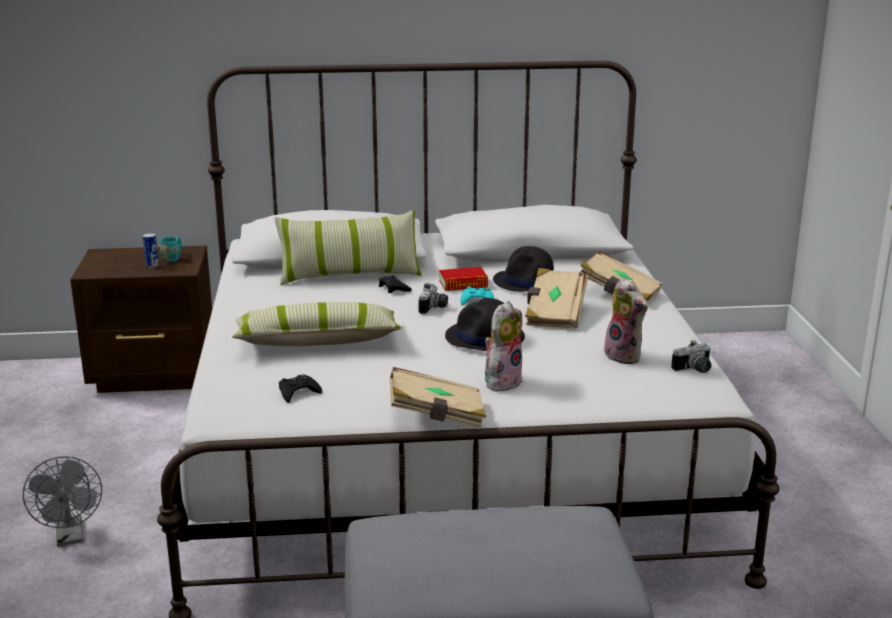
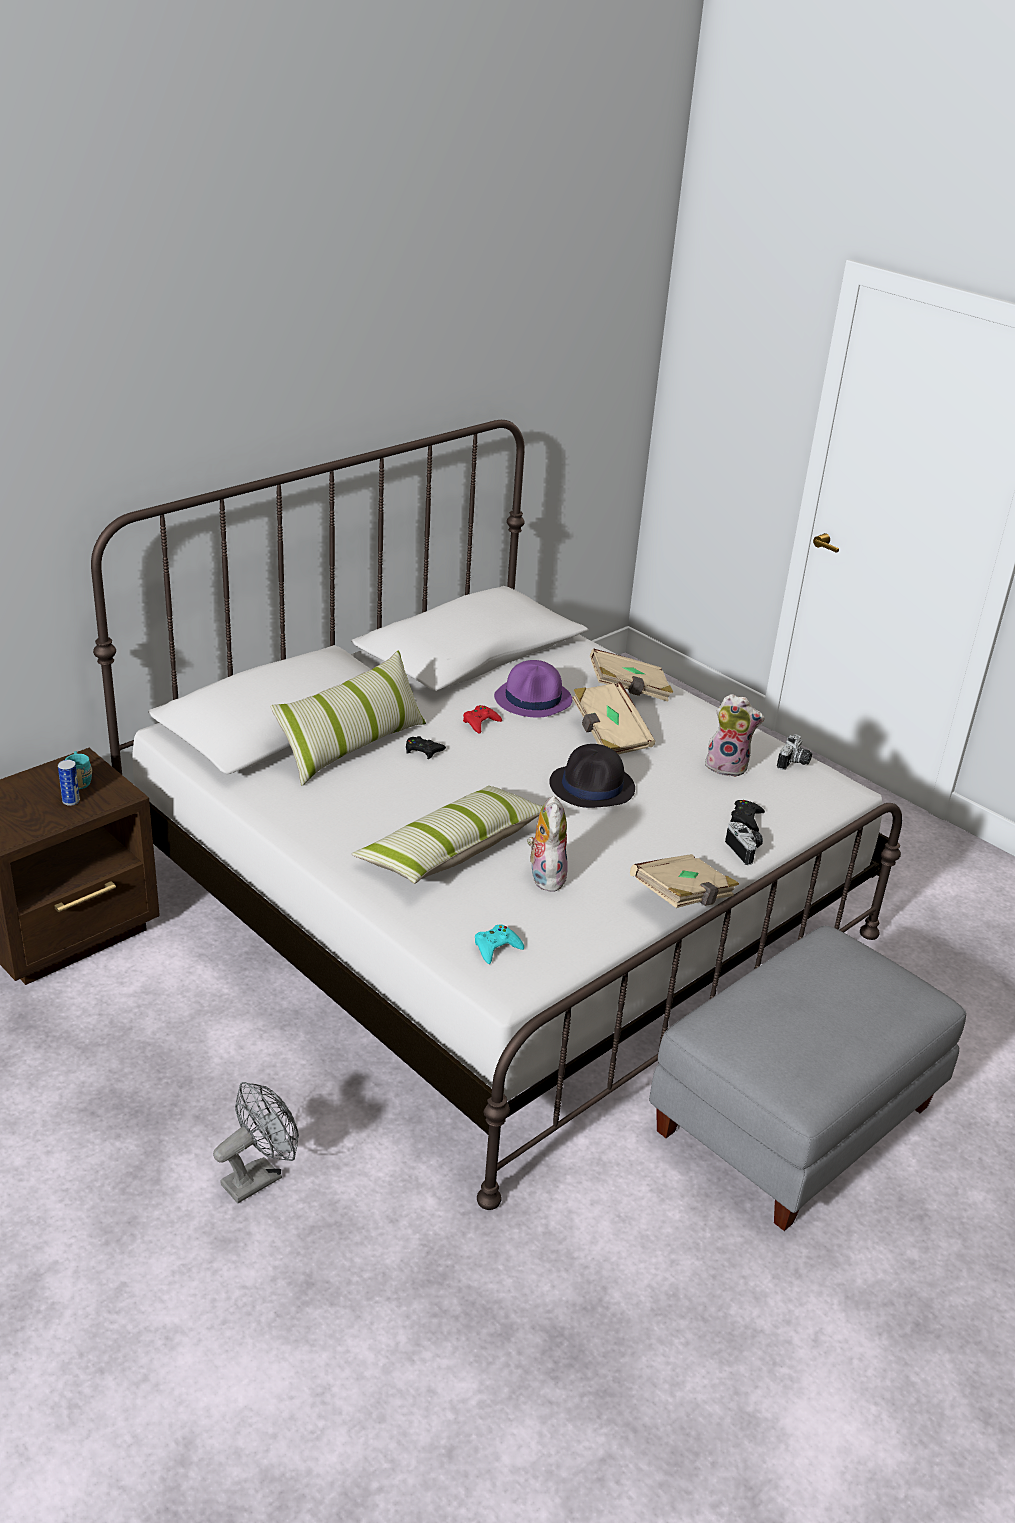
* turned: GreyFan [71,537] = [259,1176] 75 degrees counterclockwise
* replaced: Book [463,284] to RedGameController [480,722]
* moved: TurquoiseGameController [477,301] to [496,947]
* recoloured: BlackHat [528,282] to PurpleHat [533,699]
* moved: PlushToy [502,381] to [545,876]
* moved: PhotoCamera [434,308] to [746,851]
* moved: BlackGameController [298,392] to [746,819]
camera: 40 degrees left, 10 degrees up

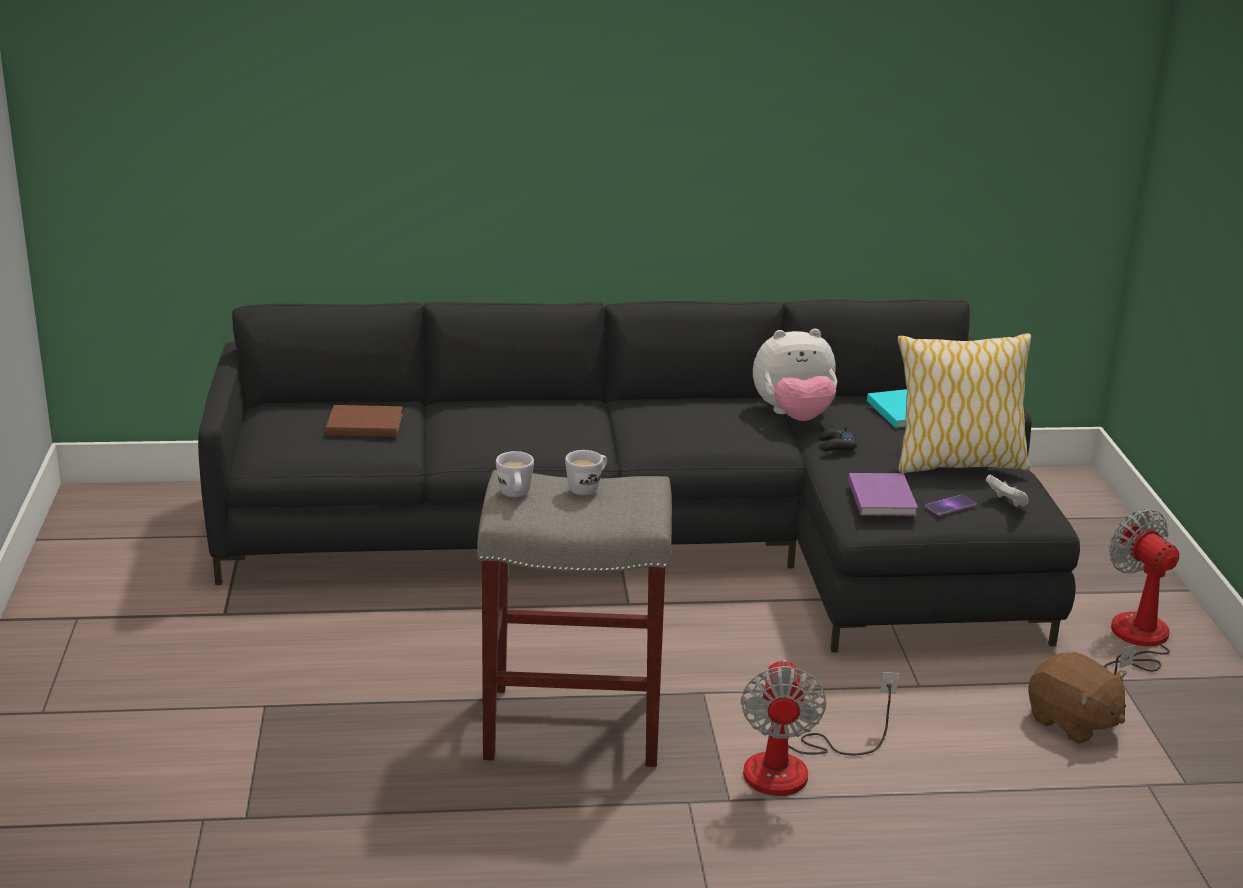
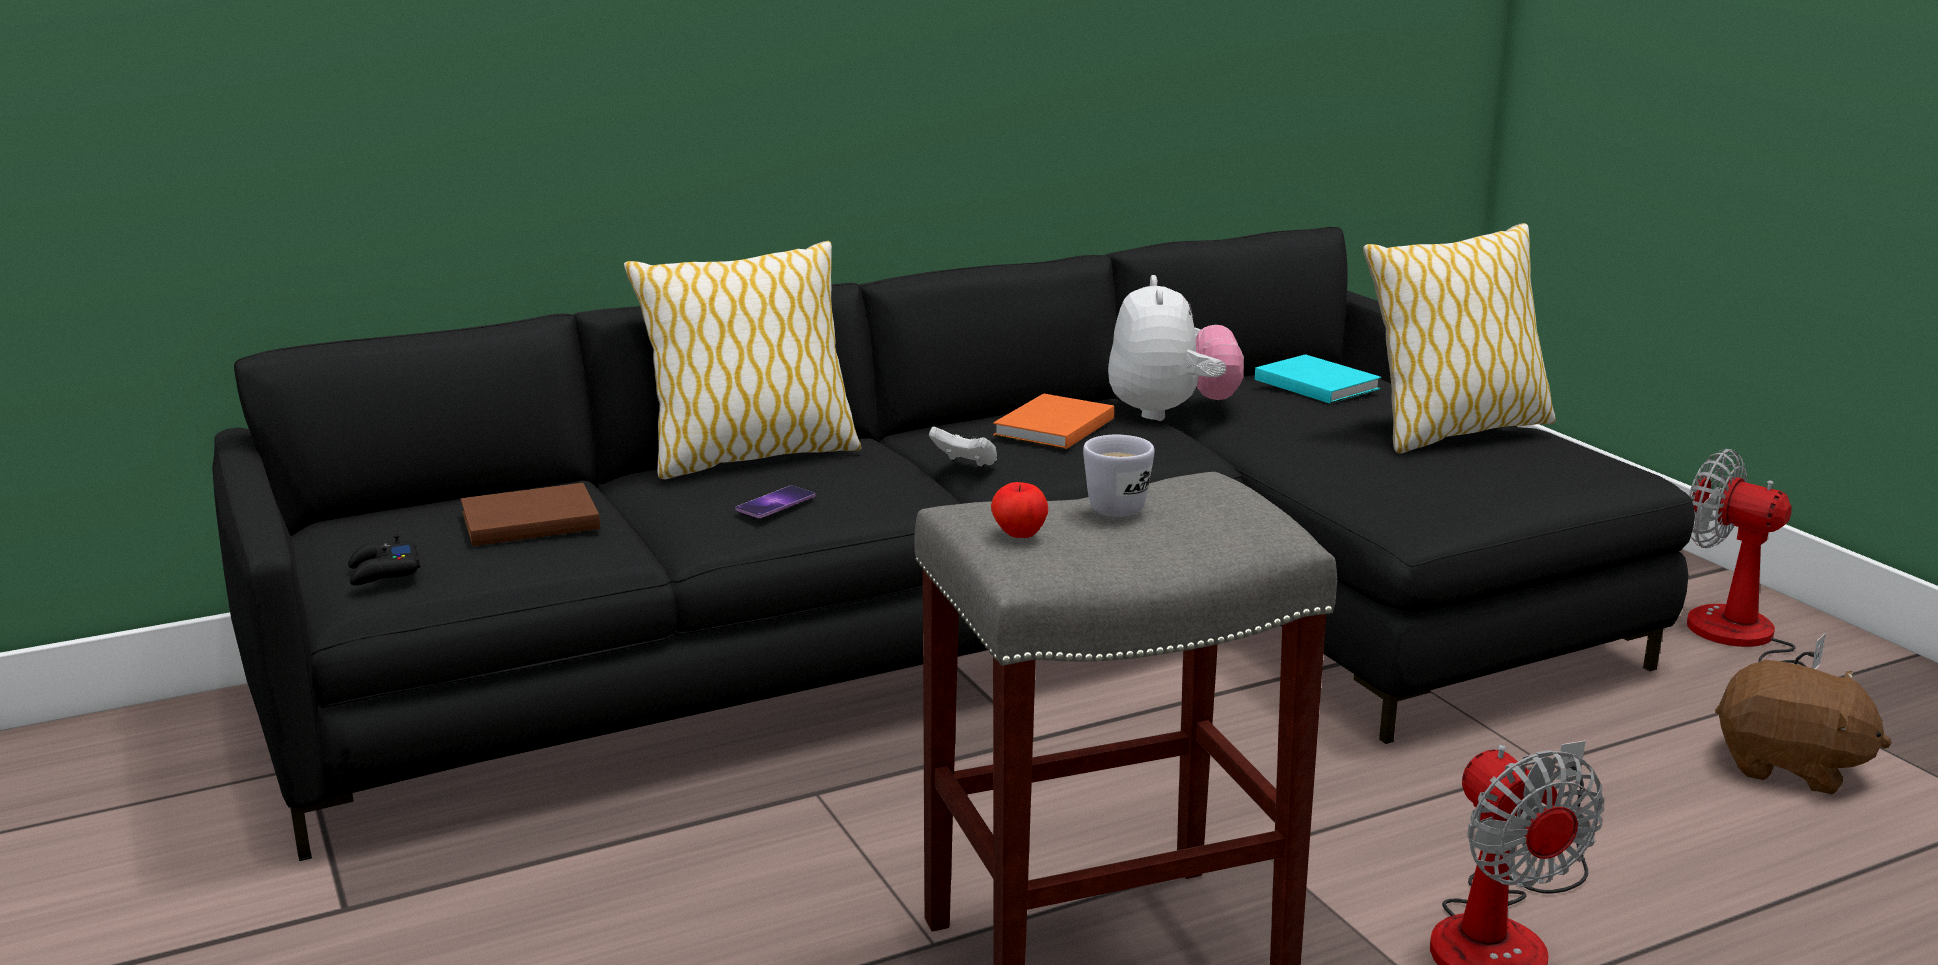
* moved: BlackGameController [836,446] to [383,572]
* added: Pillow [751,457]
* moved: Phone [950,505] to [775,502]
* moved: WhiteGameController [1007,502] to [965,464]
* replaced: WhiteMug [515,495] to Apple [1019,534]
* added: OrangeBook [1051,427]
* turned: PlushToy [794,416] = [1170,413] 60 degrees counterclockwise
* removed: PurpleBook [882,497]
camera: 20 degrees left, 5 degrees down

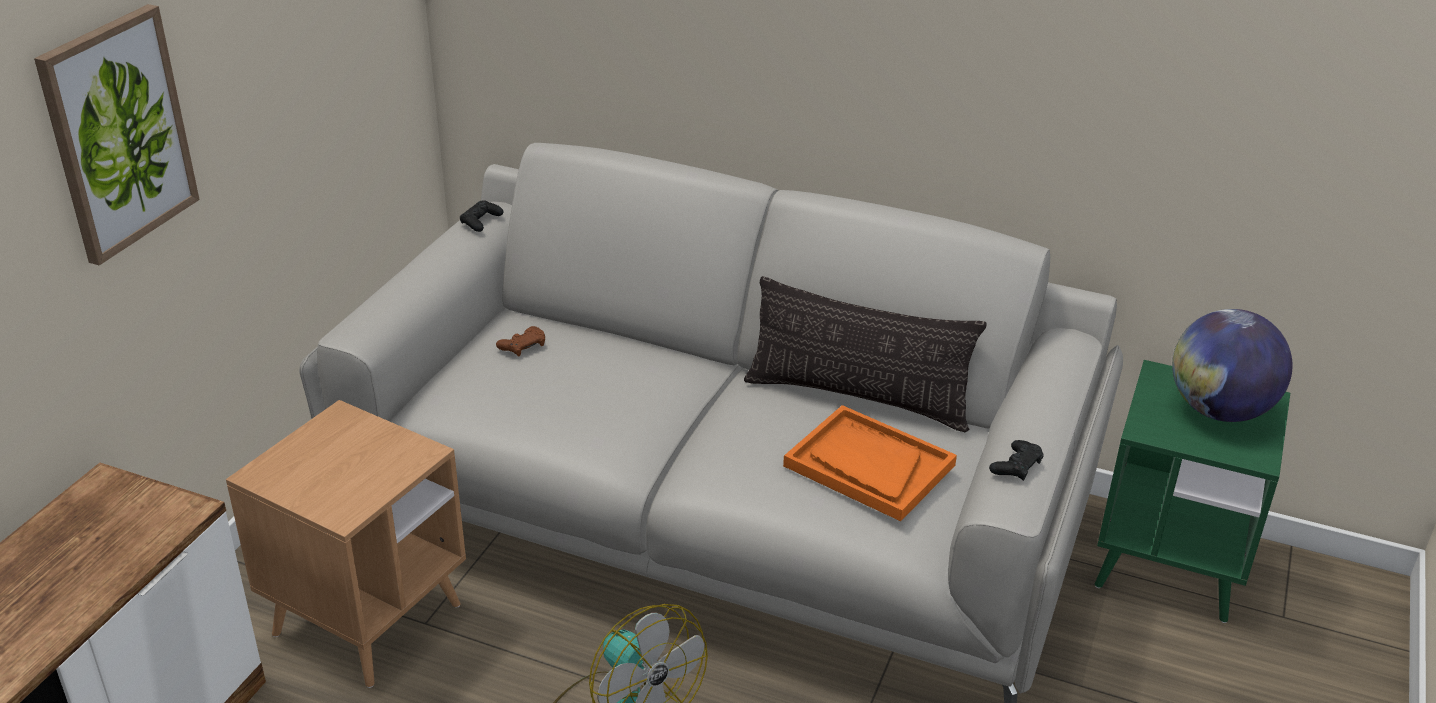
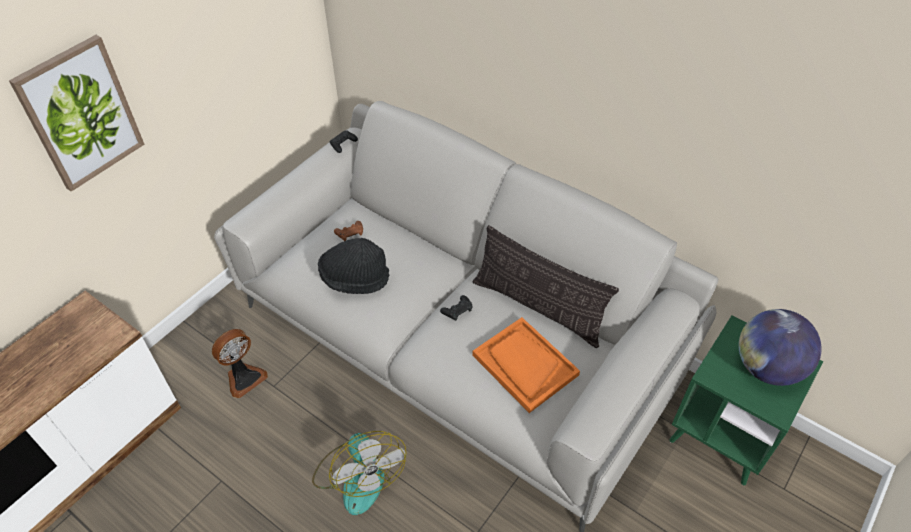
* replaced: BrownSideTable [367,620] to Fan [244,377]
* added: BlackHat [354,279]
* moved: BlackGameController [1016,466] to [457,310]
camera: 15 degrees right, 15 degrees up

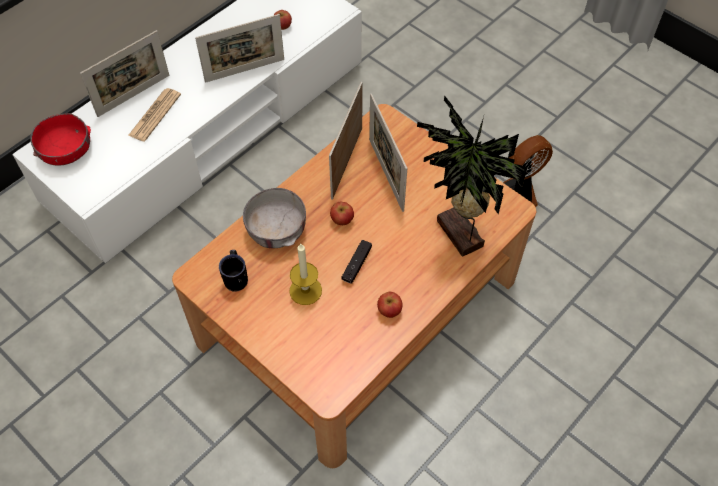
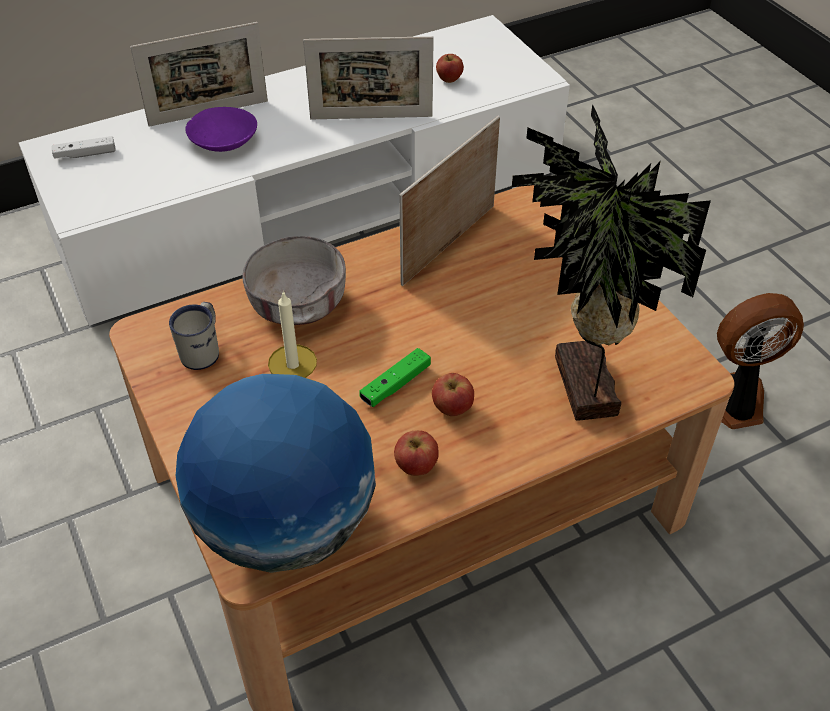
* replaced: RedBowl [65,151] to WhiteGameController [85,154]
* recoloured: BlackMug [236,277] to WhiteMug [203,350]
* added: Globe [286,526]
* replaced: Newspaper [155,115] to PurpleBowl [223,141]
* recoloured: BlackGameController [356,265] to GreenGameController [395,385]
* moved: Apple [342,220] to [452,408]
* removed: PictureFrame [386,174]
camera: 20 degrees right, 10 degrees down

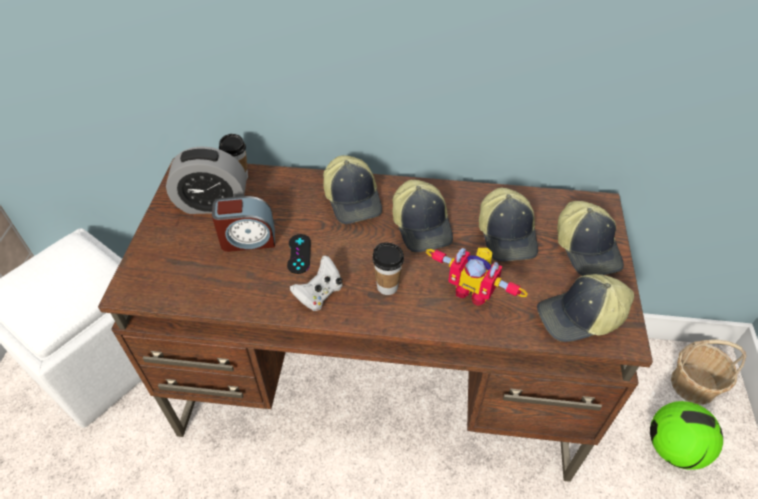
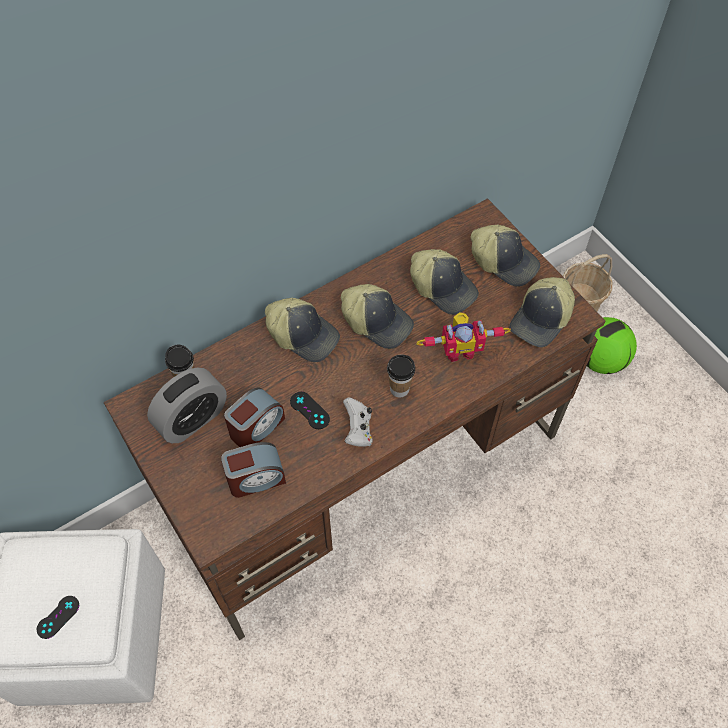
* added: BlackGameController [58,617]
* added: AlarmClock [256,478]
camera: 40 degrees left, 10 degrees up

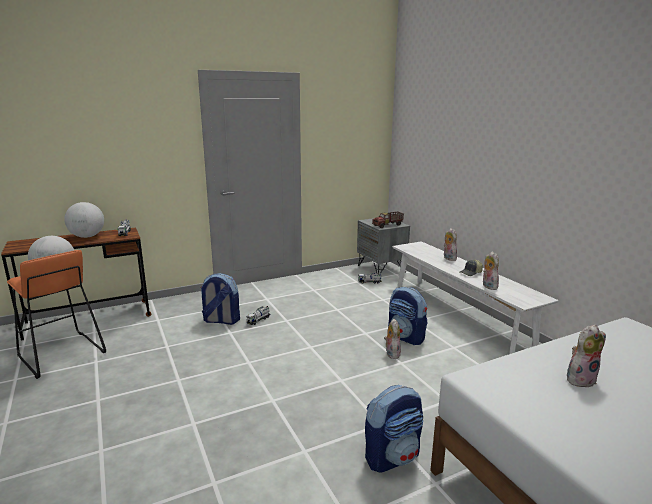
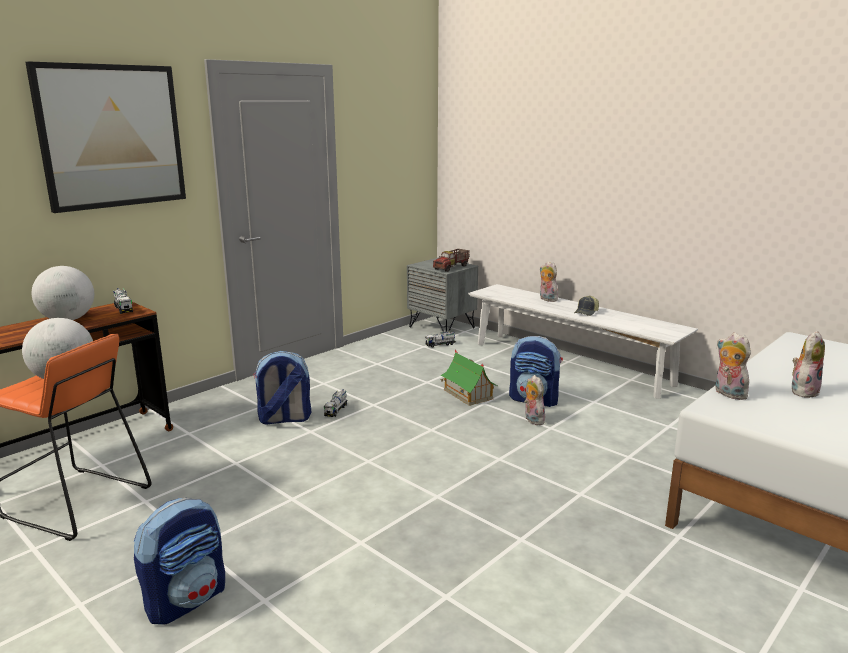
* added: Picture [111,136]
* moved: Backpack [392,456] to [187,599]
* added: ToyHouse [467,394]
* moved: PlushToy [488,286] to [728,394]
camera: 20 degrees left, 0 degrees up

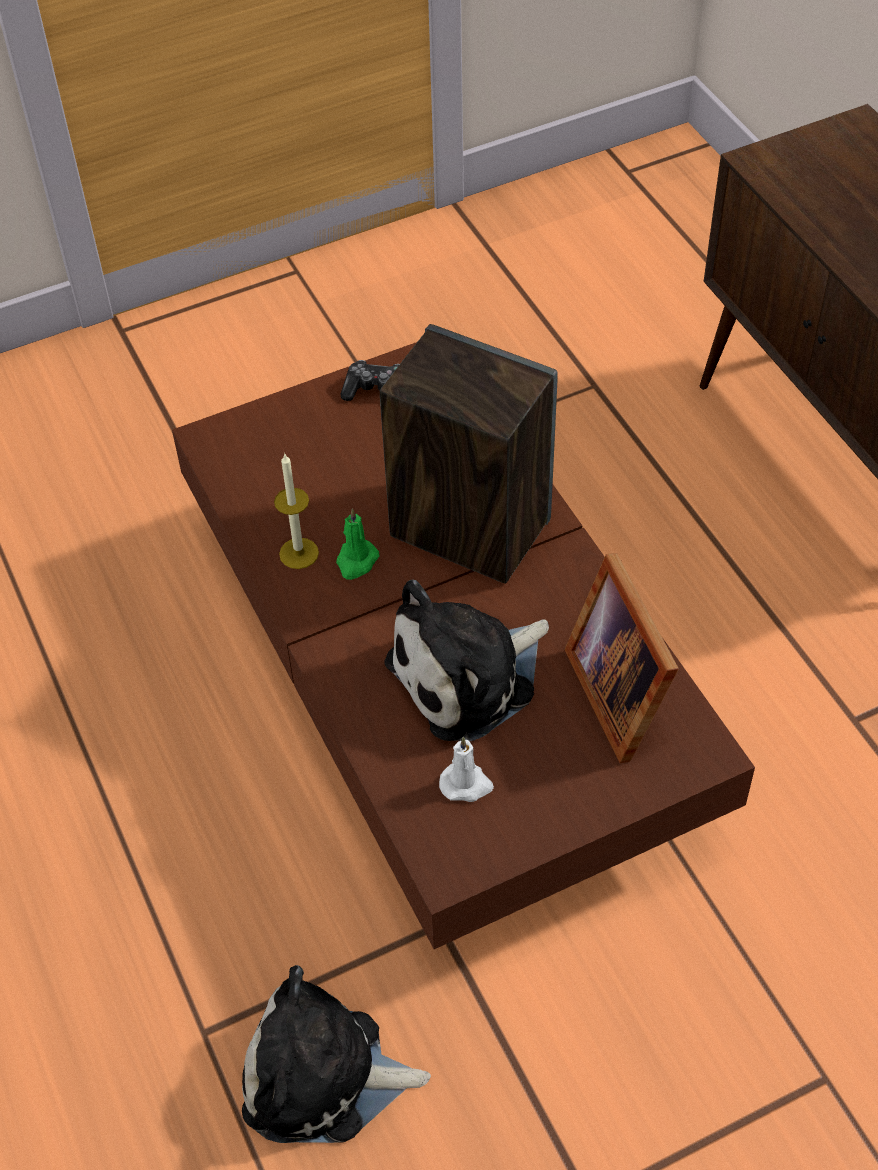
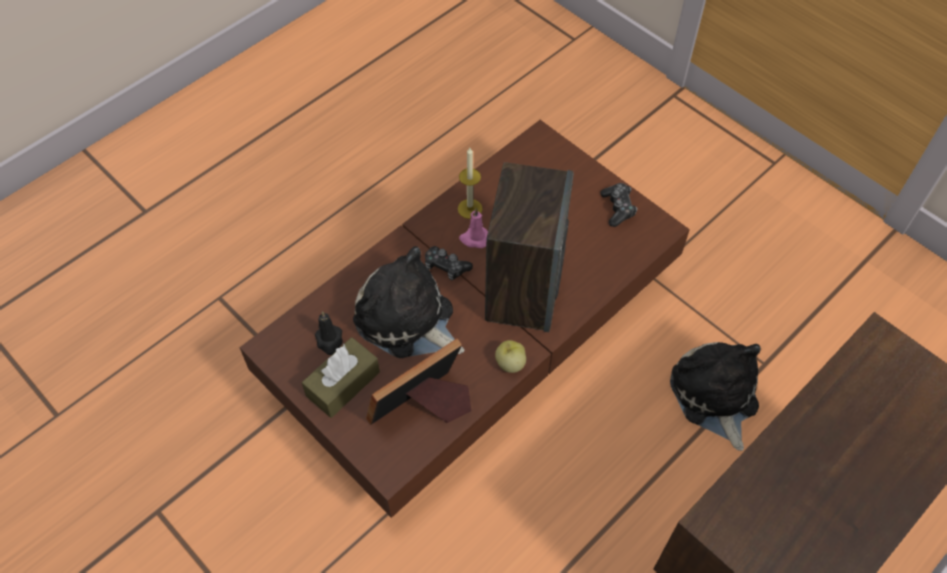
* added: BrownTissueBox [343,384]
* recoloured: WhiteCandle [466,784] to BlackCandle [329,340]
* added: GameController [446,267]
* recoloured: GreenCandle [356,561] to PinkCandle [474,238]
* added: Apple [510,363]
* moved: PlushToy [323,1077] to [714,397]
camera: 70 degrees right, 5 degrees up

